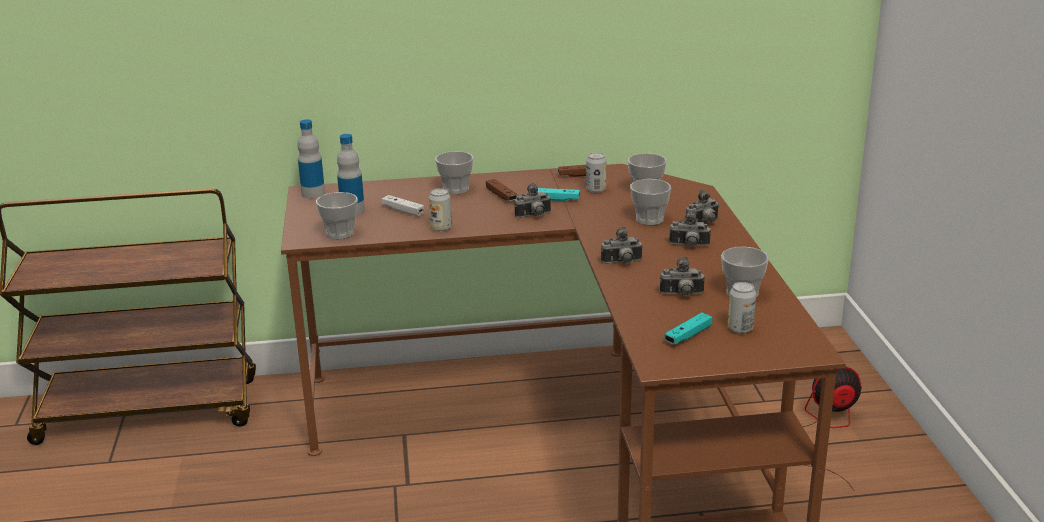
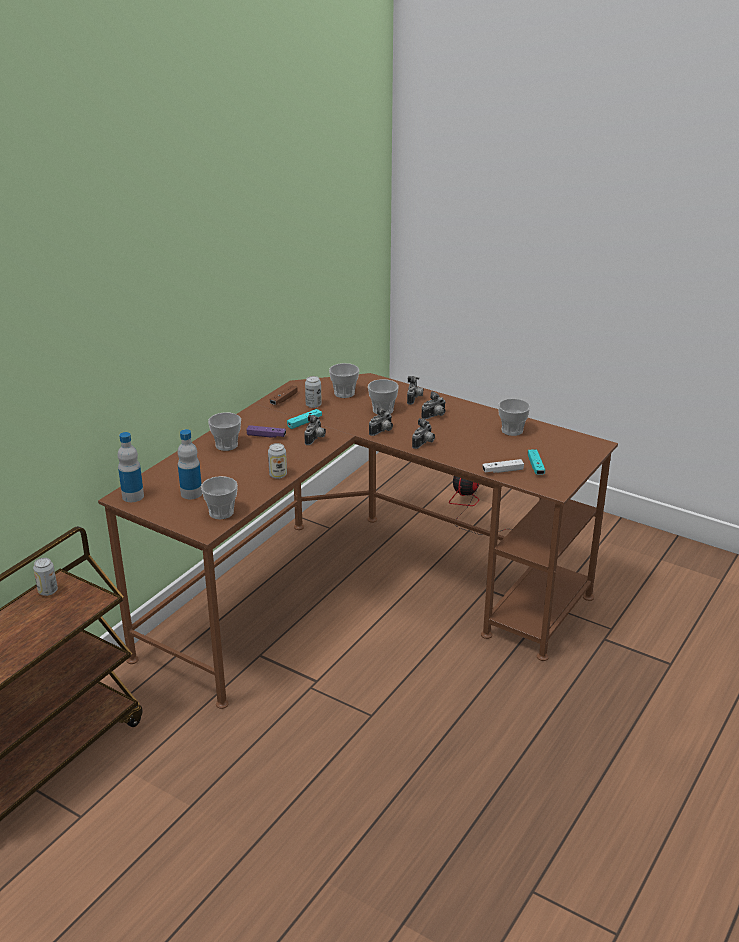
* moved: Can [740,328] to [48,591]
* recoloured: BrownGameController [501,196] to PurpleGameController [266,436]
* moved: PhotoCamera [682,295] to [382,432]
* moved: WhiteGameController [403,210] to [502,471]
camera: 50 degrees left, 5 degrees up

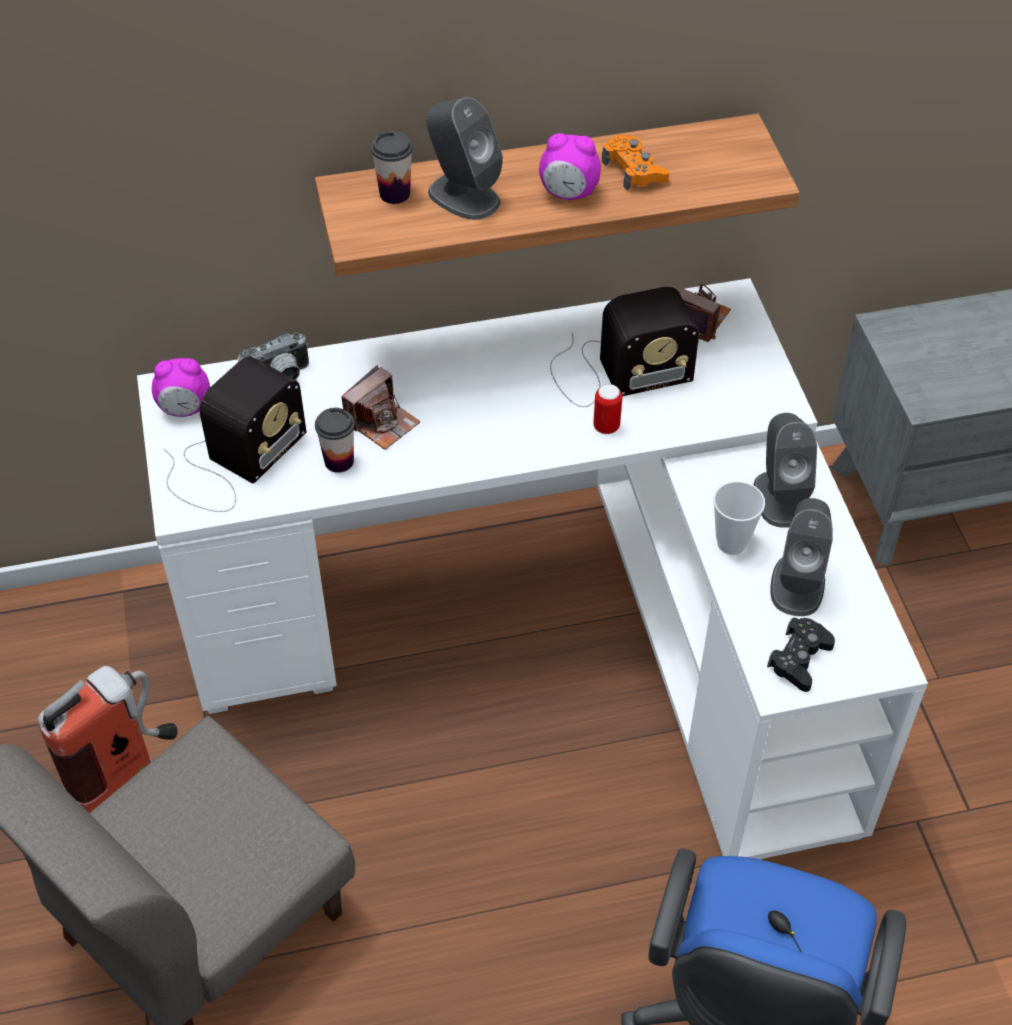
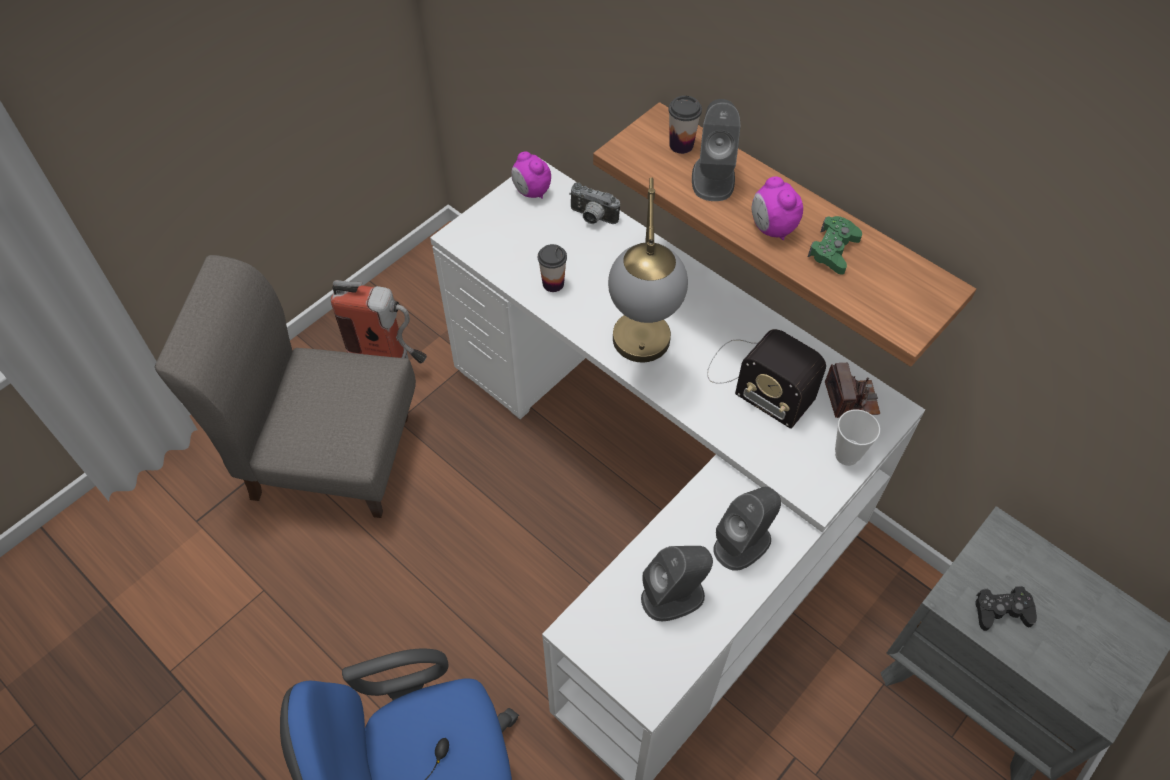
* added: TableLamp [641,357]
* recoloured: OrangeGameController [634,170] to GreenGameController [833,250]
* moved: Cup [731,543] to [847,455]
* moved: BlackGameController [799,659] to [1001,611]
* removed: Radio [232,462]
* removed: PhotoCamera [382,422]
* removed: Can [606,426]
camera: 55 degrees right, 5 degrees up

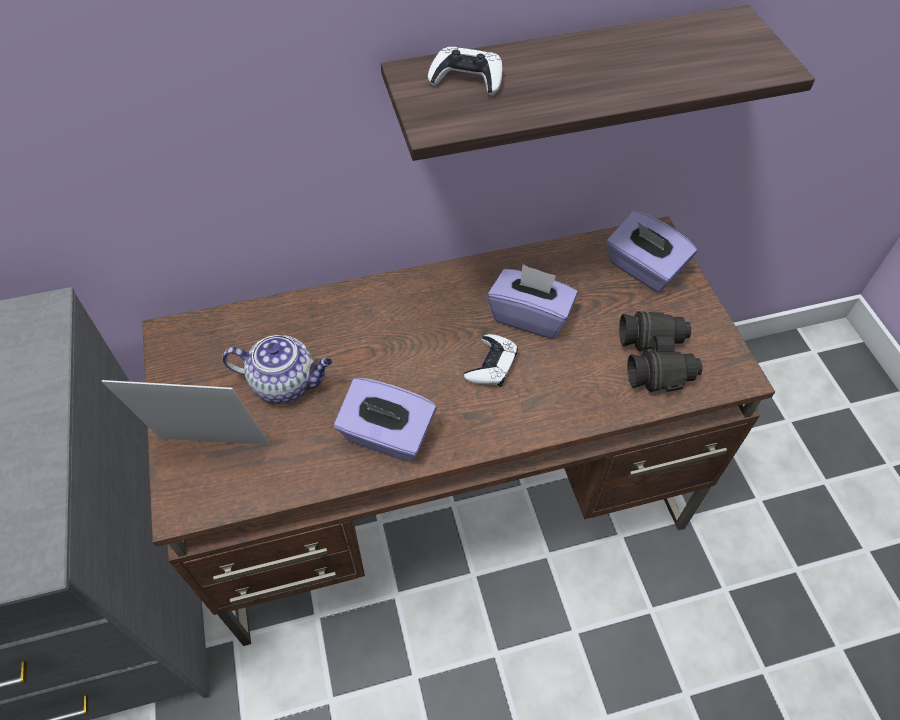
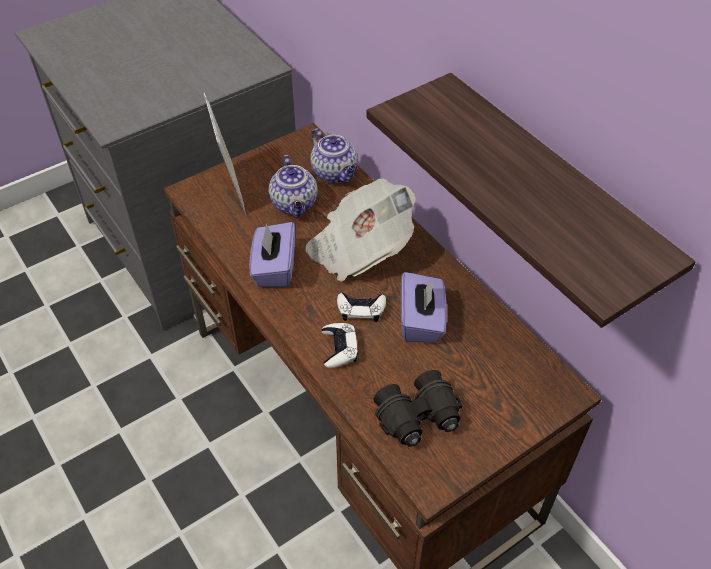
* added: Newspaper [359,248]
* added: Teapot [335,173]
* moved: WhiteGameController [467,78] to [339,348]
* removed: PurpleTissueBox [643,269]
camera: 70 degrees right, 5 degrees down

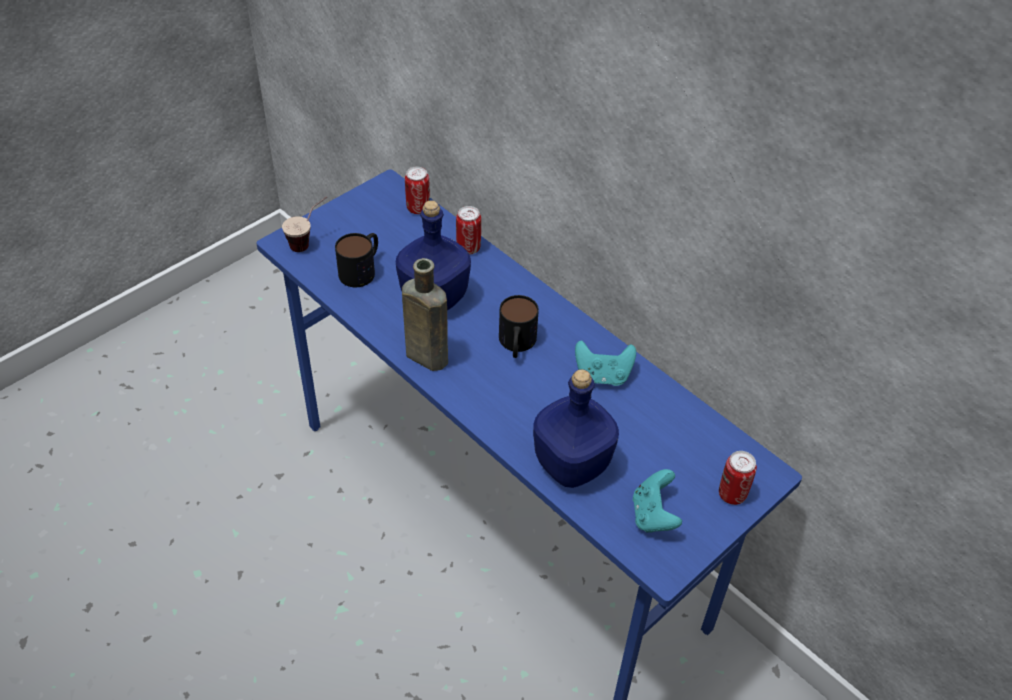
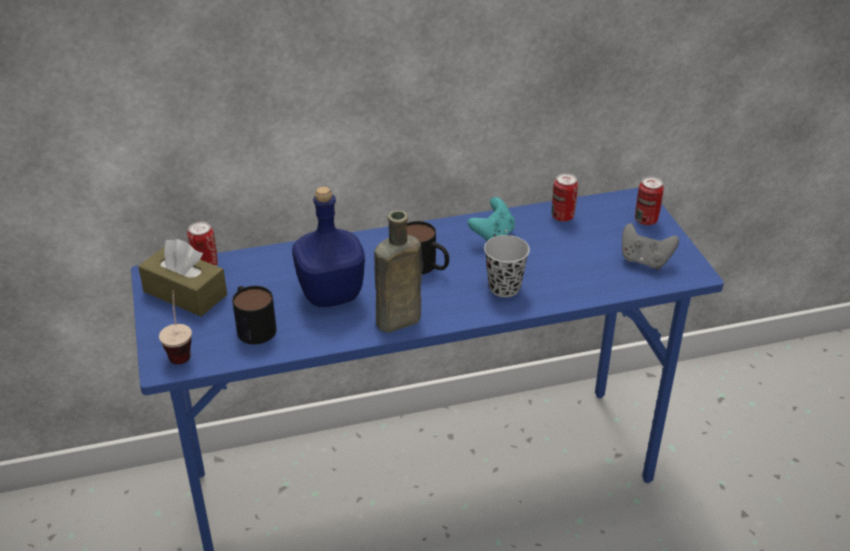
* added: BrownTissueBox [185,293]
* added: BlackCup [504,287]
* moved: Can [468,248] to [562,216]
* recoloured: TurquoiseGameController [653,515] to GreyGameController [644,261]
* removed: BlueBottle [570,464]
camera: 60 degrees left, 10 degrees down

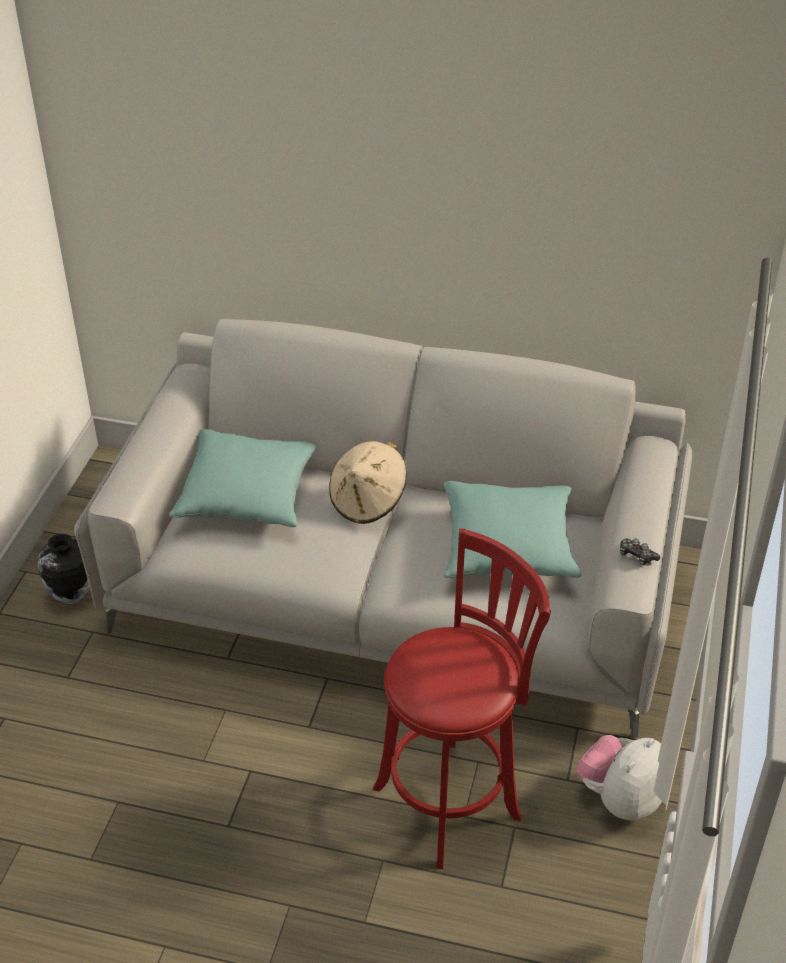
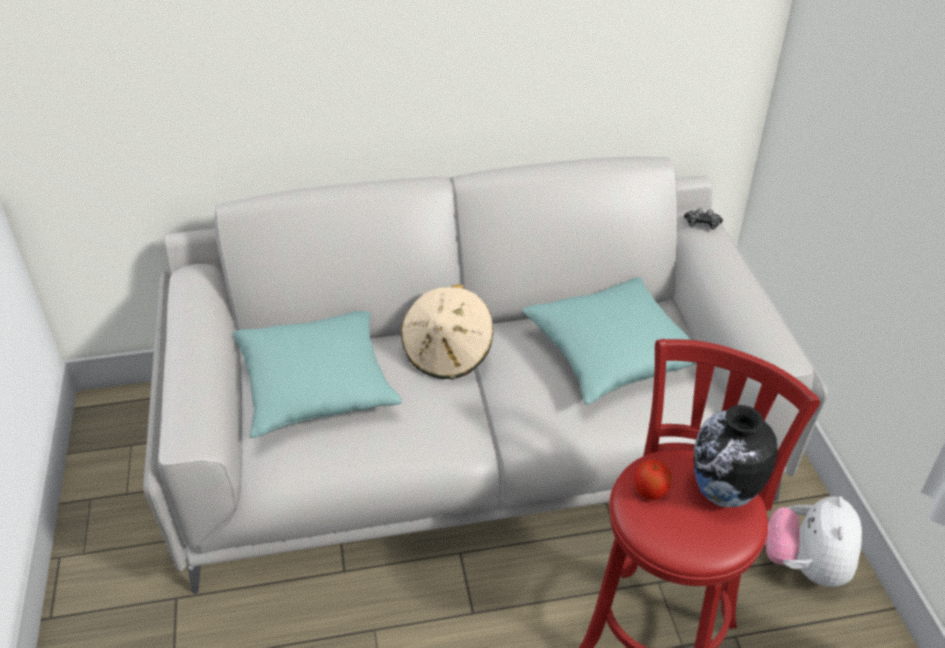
* added: Apple [650,491]
* moved: GameController [636,556] to [702,224]
* moved: Vase [71,596] to [723,495]
camera: 25 degrees left, 0 degrees up

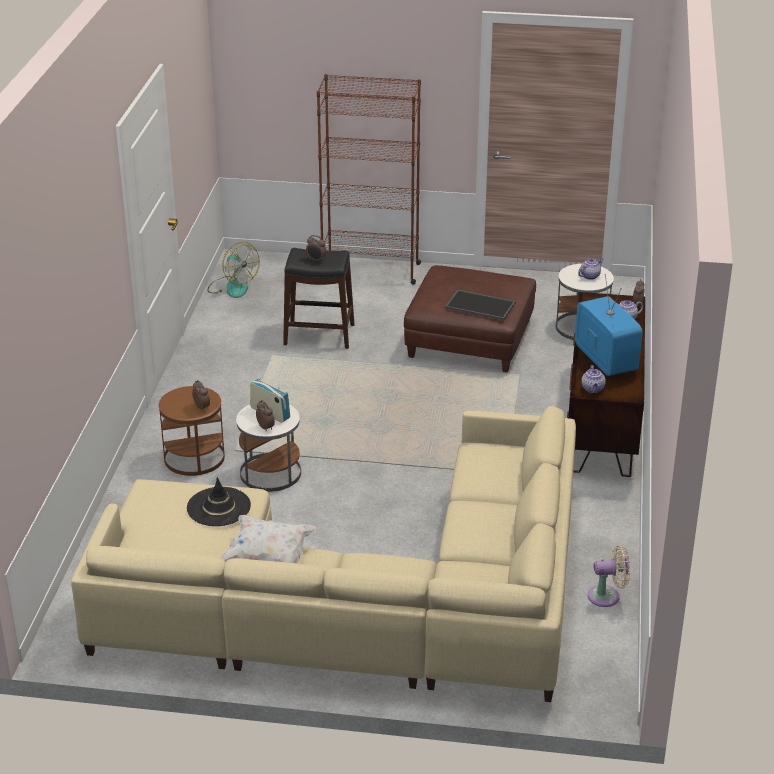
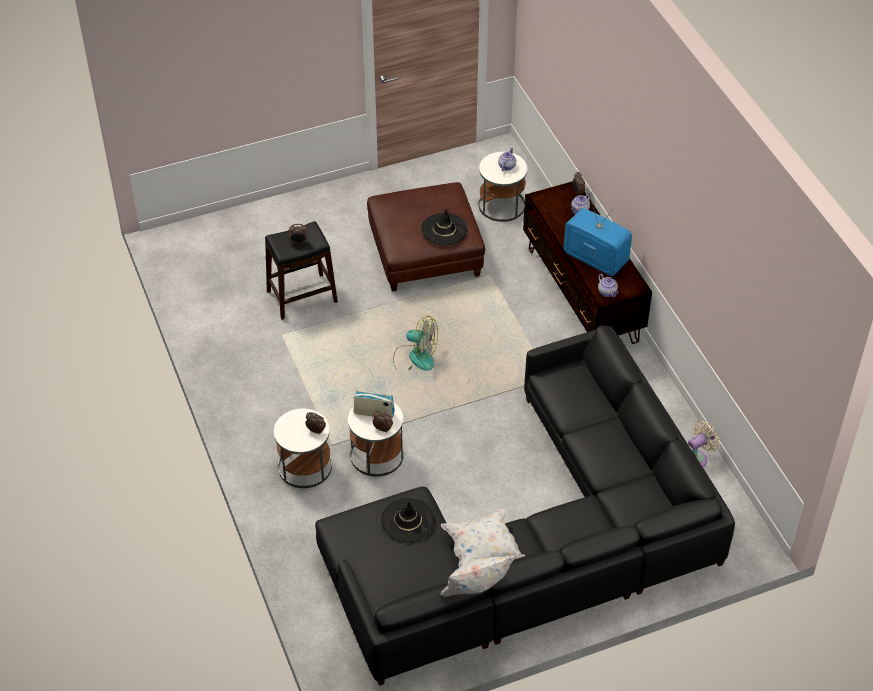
* recoloured: BrownSideTable [194,457] to WhiteSideTable [304,466]
* recoloured: BeigeSofa [359,599] to BlackSofa [533,540]
* moved: Fan [232,287] to [415,357]
* replaced: Tray [481,305] to BlackHat [444,229]
* added: WhitePillow [477,594]
* removed: BrownBookcase [370,270]
camera: 30 degrees left, 15 degrees up

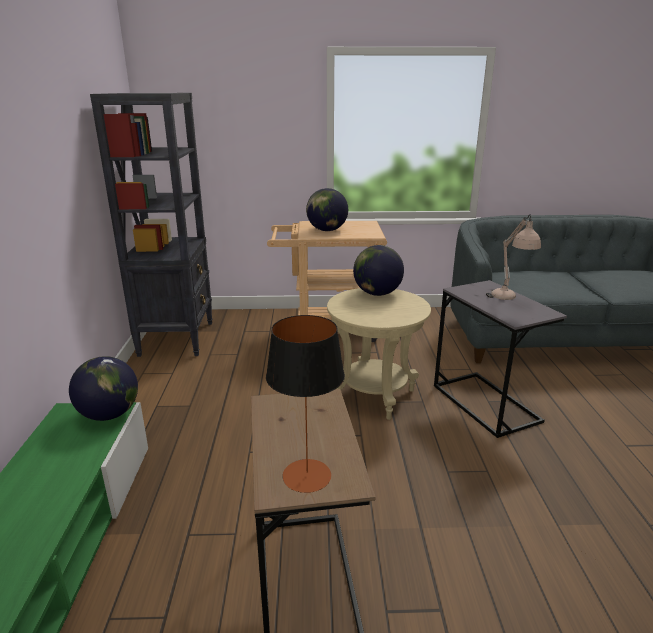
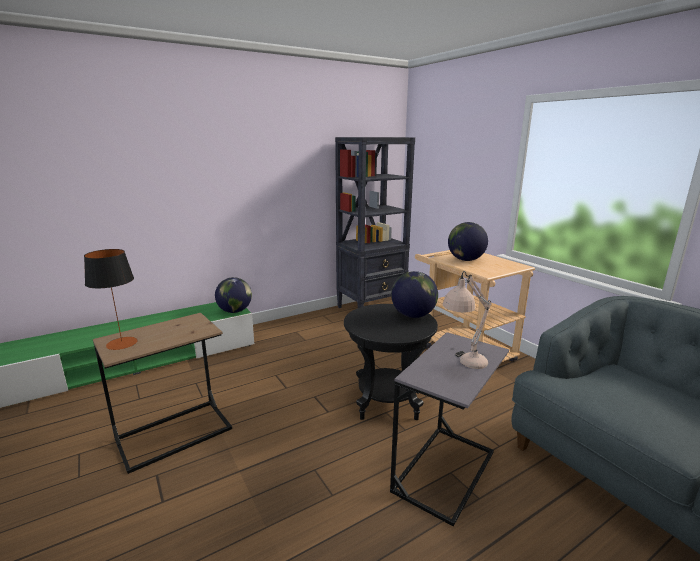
* recoloured: BeigeSideTable [374,395] to BlackSideTable [387,402]
camera: 60 degrees right, 5 degrees down

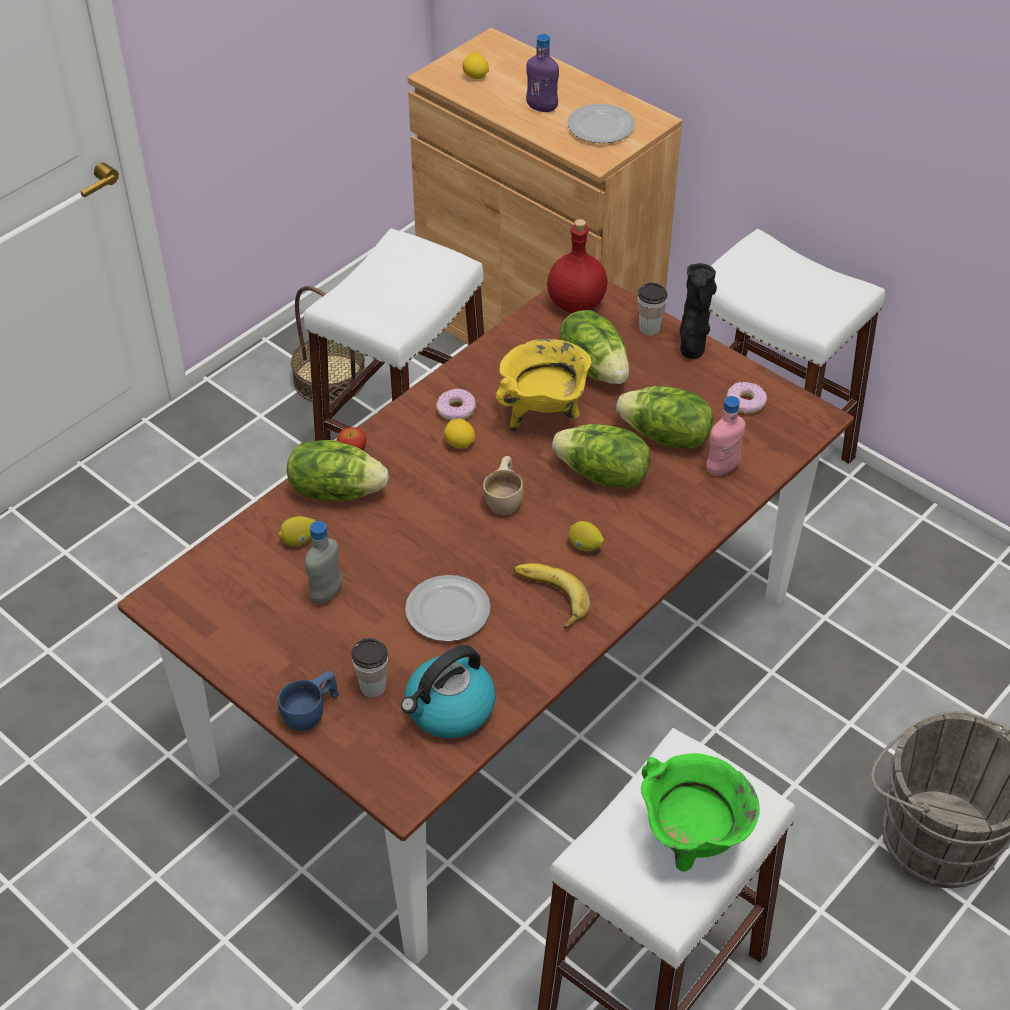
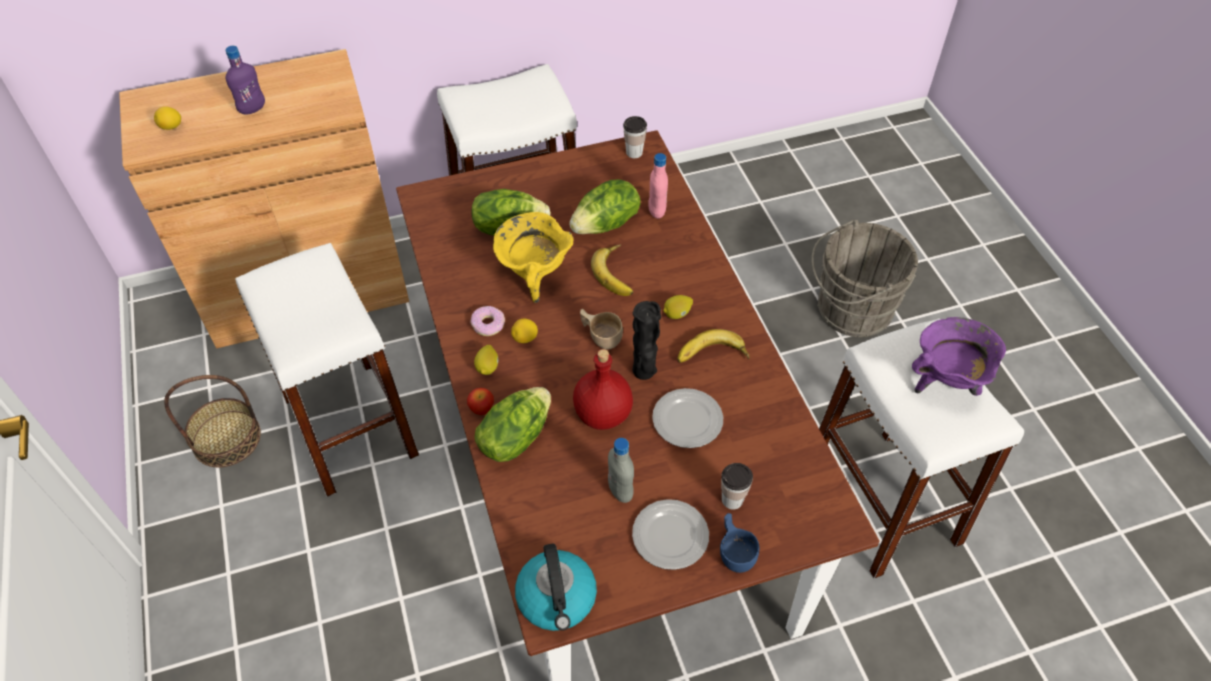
* moved: Lemon [299,540] to [487,367]
* moved: Kettle [449,710] to [557,599]
* moved: RedBottle [577,305] to [604,414]
* replaced: Lettuce [602,475] to Banana [617,273]
* moved: Cup [649,328] to [634,152]
* moved: BlackVase [691,352] to [644,372]
* moved: Plate [600,127] to [669,536]
* recoloured: GreenCookingPot [691,841] to PurpleCookingPot [946,382]
* removed: Donut [745,403]
camera: 60 degrees left, 5 degrees up

